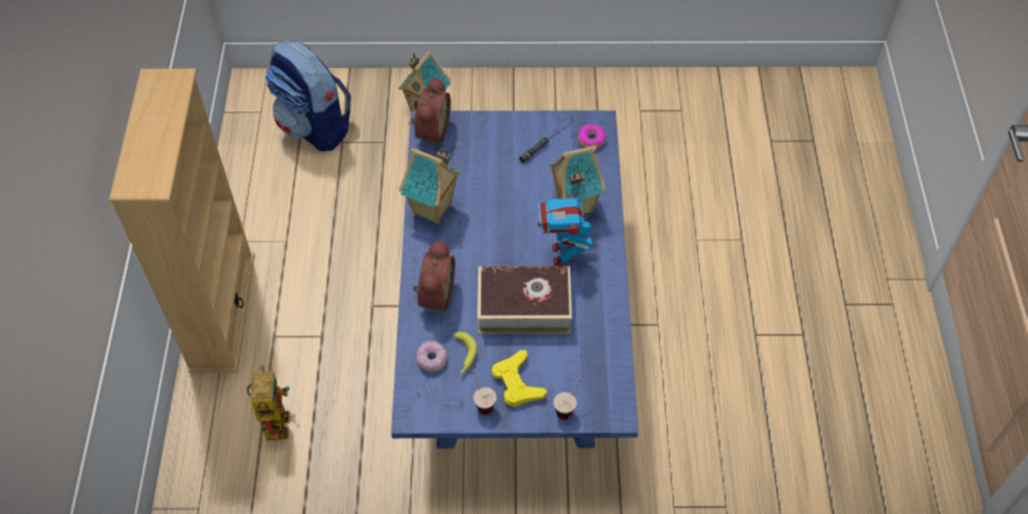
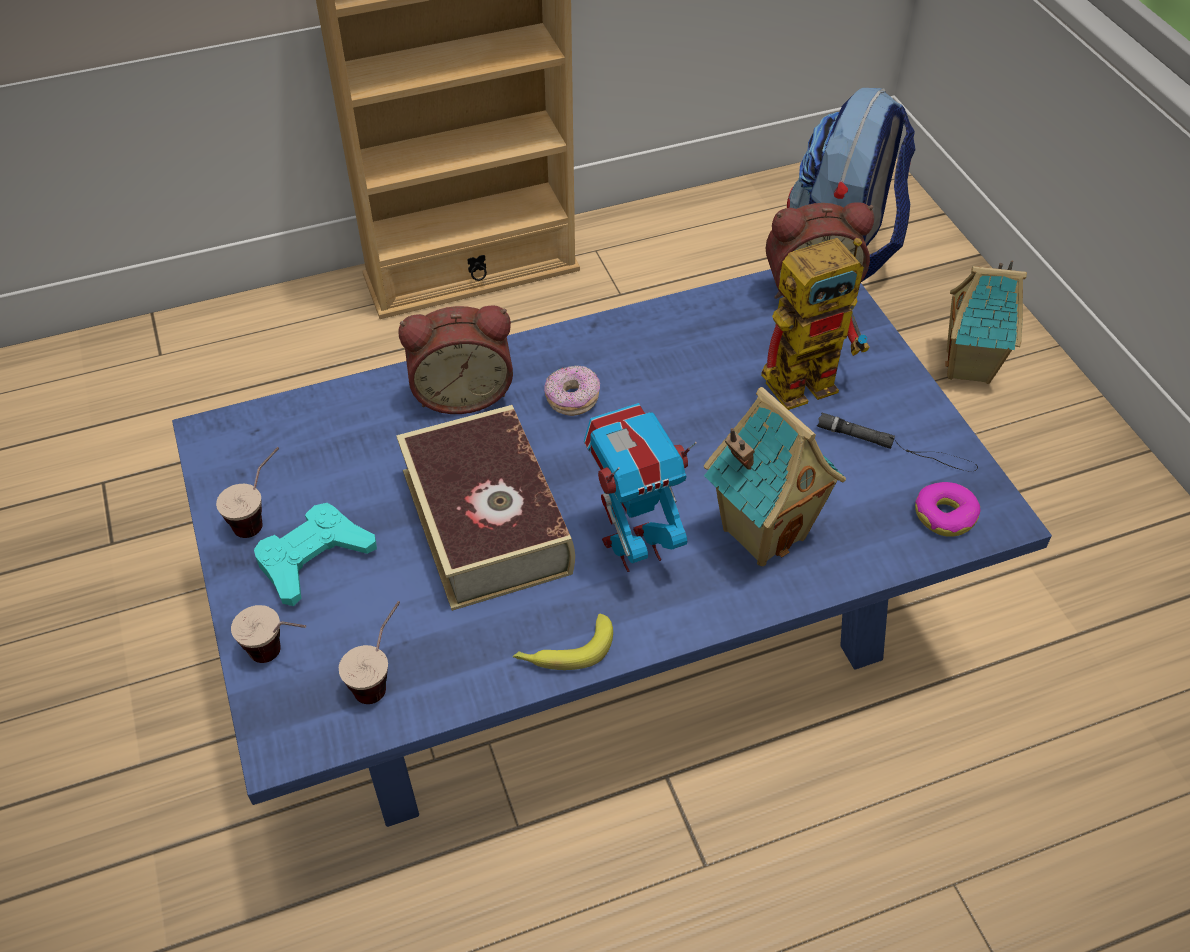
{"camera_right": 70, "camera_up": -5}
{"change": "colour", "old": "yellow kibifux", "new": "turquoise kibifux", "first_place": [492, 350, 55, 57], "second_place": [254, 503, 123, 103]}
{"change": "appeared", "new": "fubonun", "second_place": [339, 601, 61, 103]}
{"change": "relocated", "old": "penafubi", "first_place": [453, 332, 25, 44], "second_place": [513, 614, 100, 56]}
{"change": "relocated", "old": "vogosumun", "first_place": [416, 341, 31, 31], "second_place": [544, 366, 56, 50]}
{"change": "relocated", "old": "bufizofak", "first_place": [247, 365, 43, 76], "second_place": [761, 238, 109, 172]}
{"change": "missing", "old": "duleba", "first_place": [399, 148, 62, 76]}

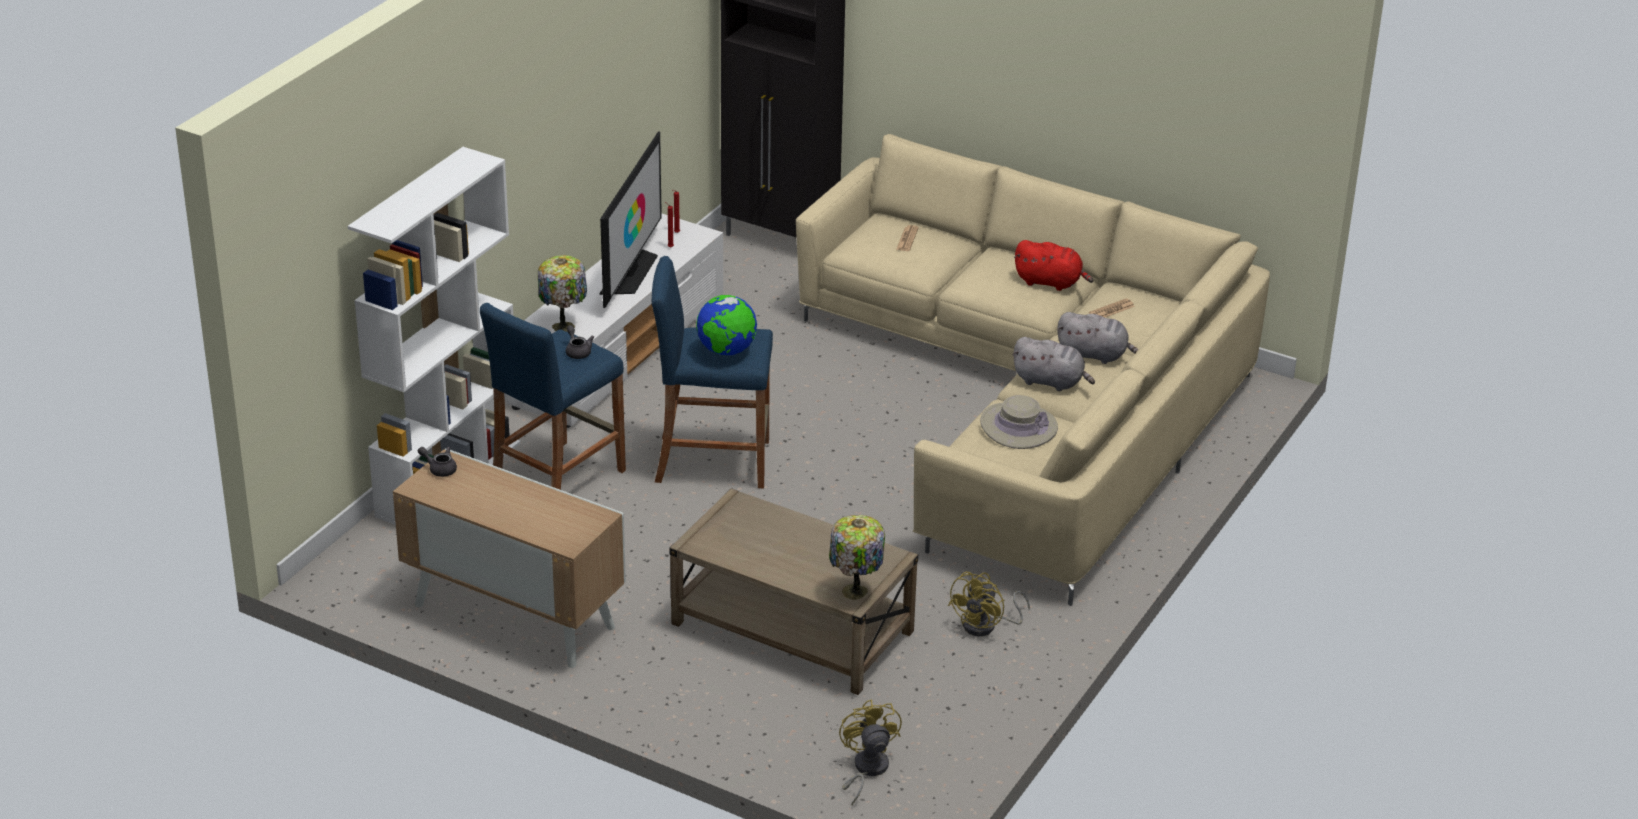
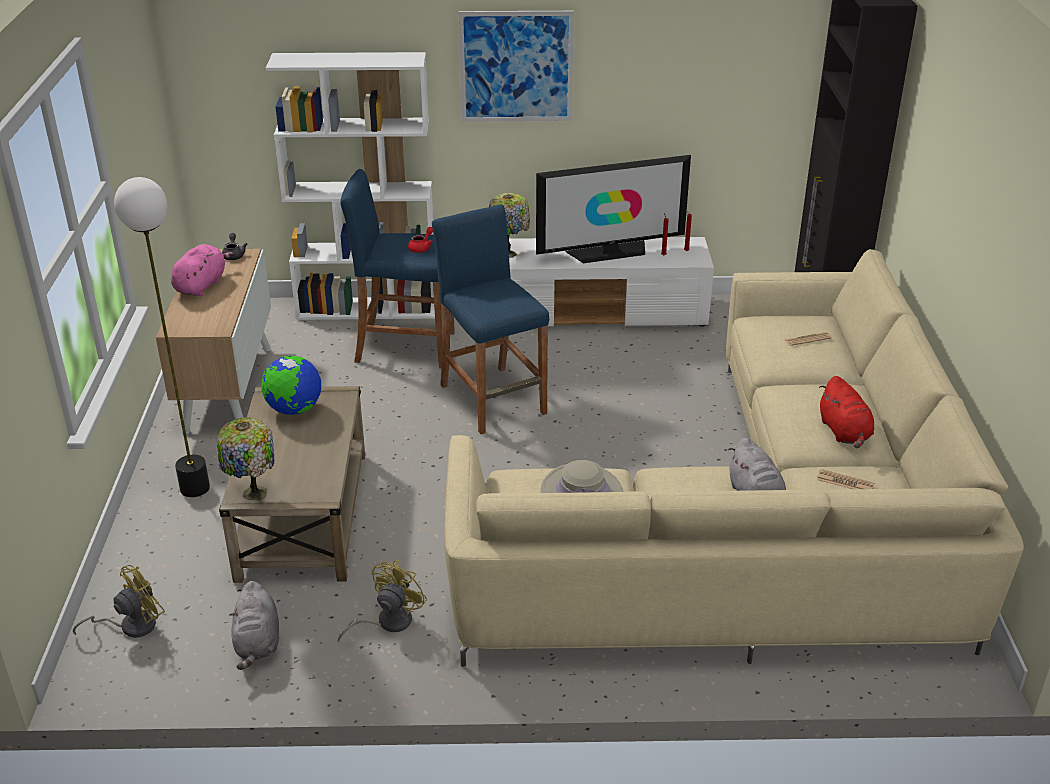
{"camera_right": 60, "camera_up": 0}
{"change": "appeared", "new": "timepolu", "second_place": [114, 177, 96, 320]}
{"change": "appeared", "new": "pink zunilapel", "second_place": [171, 244, 63, 52]}
{"change": "relocated", "old": "grey zunilapel", "first_place": [1012, 337, 83, 54], "second_place": [229, 581, 50, 89]}
{"change": "relocated", "old": "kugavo", "first_place": [696, 295, 61, 60], "second_place": [261, 356, 60, 59]}
{"change": "spun", "old": "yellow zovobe", "first_place": [948, 572, 82, 64], "second_place": [338, 560, 89, 82], "degrees": 120}
{"change": "colour", "old": "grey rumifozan", "new": "red rumifozan", "first_place": [566, 325, 28, 34], "second_place": [408, 227, 25, 26]}
{"change": "appeared", "new": "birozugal", "second_place": [459, 11, 115, 111]}

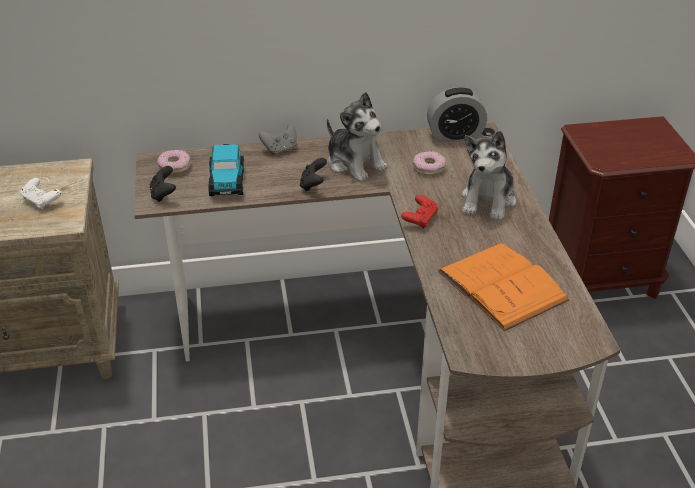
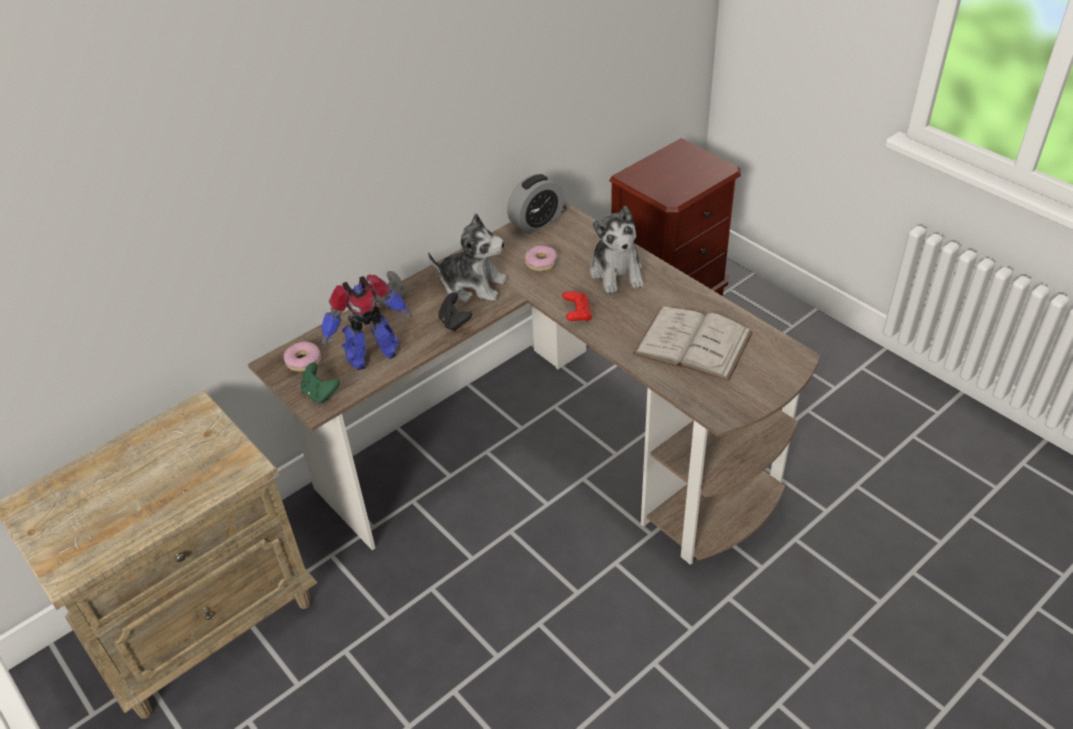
{"camera_right": -30, "camera_up": 5}
{"change": "colour", "old": "black kibifux", "new": "green kibifux", "first_place": [150, 166, 26, 36], "second_place": [301, 362, 39, 42]}
{"change": "exchanged", "old": "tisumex", "new": "bufizofak", "first_place": [208, 144, 36, 52], "second_place": [321, 274, 91, 96]}
{"change": "colour", "old": "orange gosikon", "new": "white gosikon", "first_place": [438, 243, 131, 88], "second_place": [633, 306, 120, 75]}
{"change": "missing", "old": "white kibifux", "first_place": [20, 178, 41, 32]}

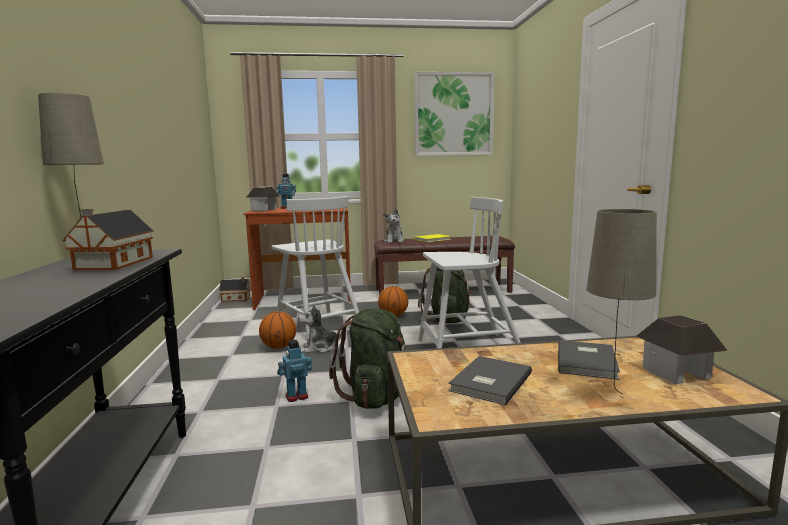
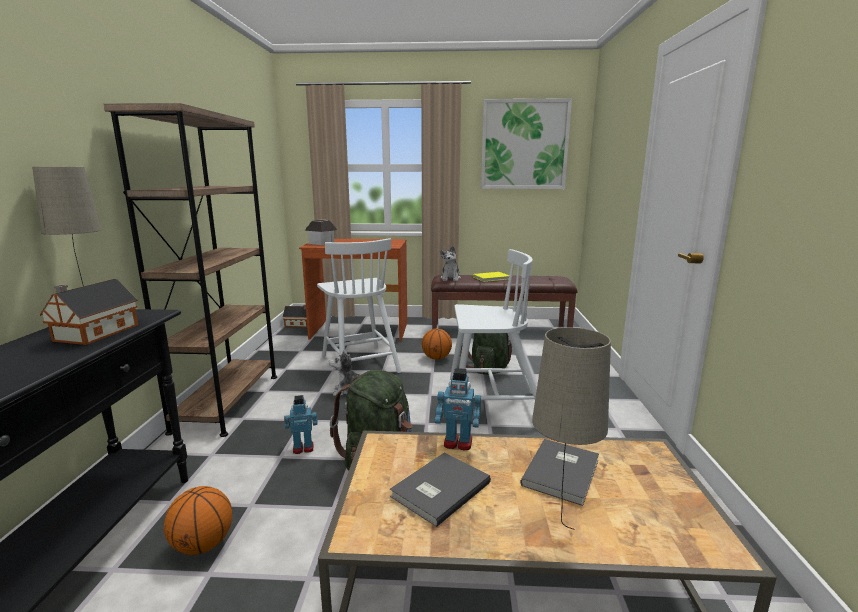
{"camera_right": 10, "camera_up": 5}
{"change": "appeared", "new": "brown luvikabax", "second_place": [104, 103, 173, 334]}
{"change": "relocated", "old": "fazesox", "first_place": [259, 311, 37, 38], "second_place": [164, 486, 68, 69]}
{"change": "relocated", "old": "bufizofak", "first_place": [276, 174, 20, 35], "second_place": [435, 368, 46, 82]}
{"change": "missing", "old": "duleba", "first_place": [636, 315, 92, 69]}

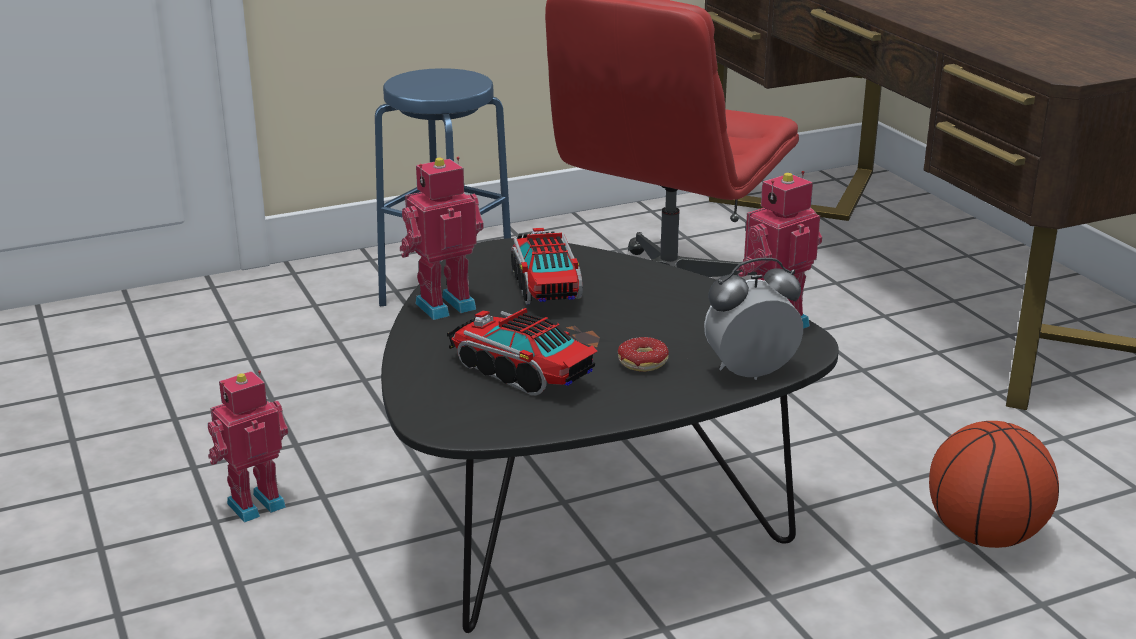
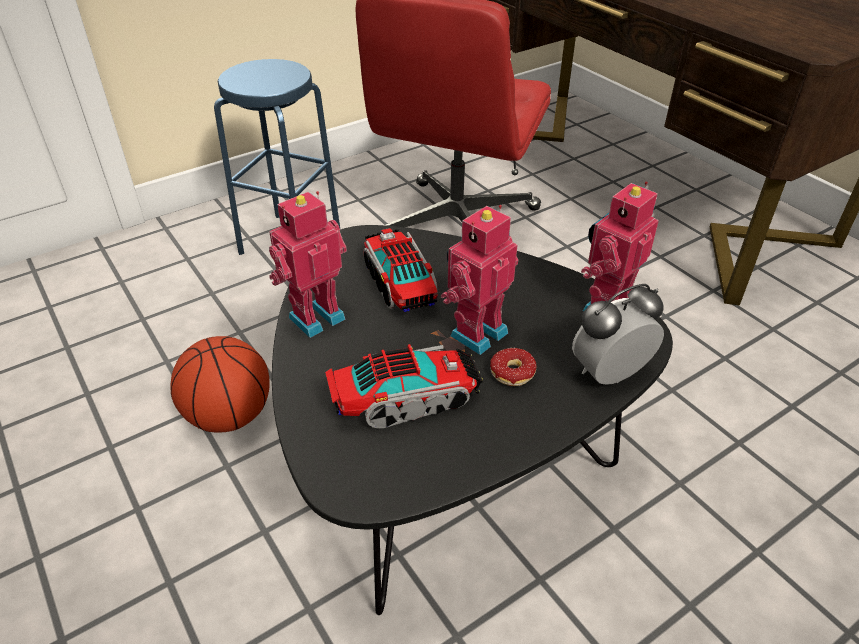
{"camera_right": -10, "camera_up": 15}
{"change": "relocated", "old": "fazesox", "first_place": [929, 421, 130, 127], "second_place": [171, 336, 99, 97]}
{"change": "spun", "old": "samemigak", "first_place": [447, 308, 150, 87], "second_place": [325, 344, 158, 84], "degrees": 135}
{"change": "relocated", "old": "bufizofak", "first_place": [208, 370, 80, 153], "second_place": [441, 205, 77, 150]}

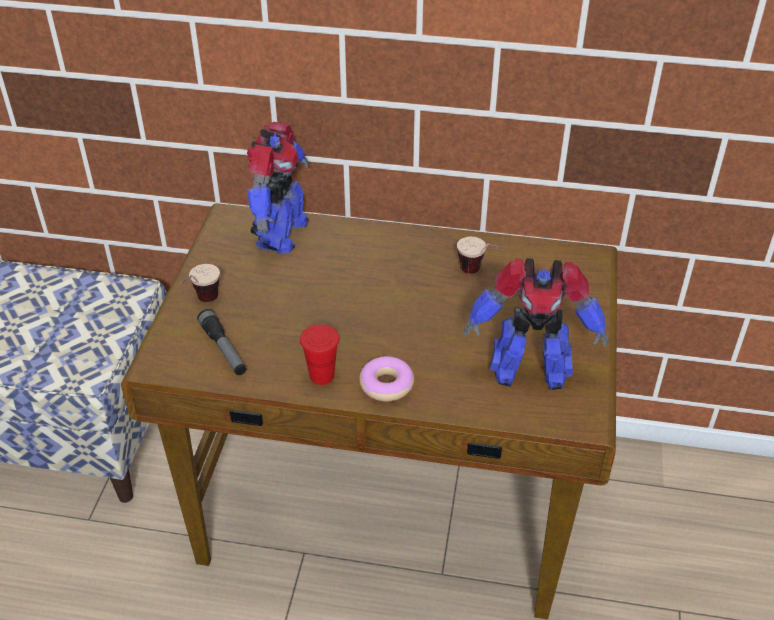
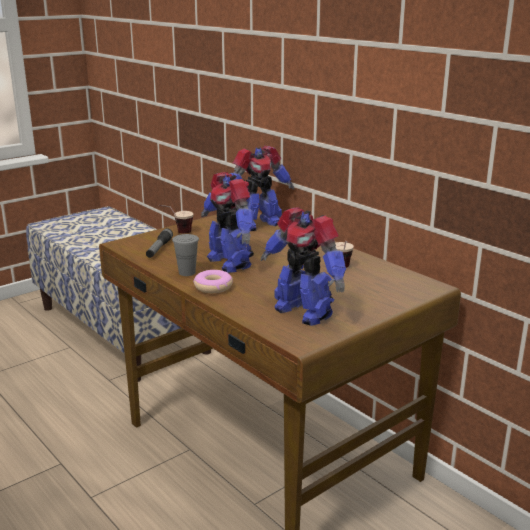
{"camera_right": 40, "camera_up": -20}
{"change": "colour", "old": "red fubonun", "new": "grey fubonun", "first_place": [300, 324, 40, 61], "second_place": [172, 234, 27, 42]}
{"change": "appeared", "new": "bufizofak", "second_place": [201, 172, 53, 101]}

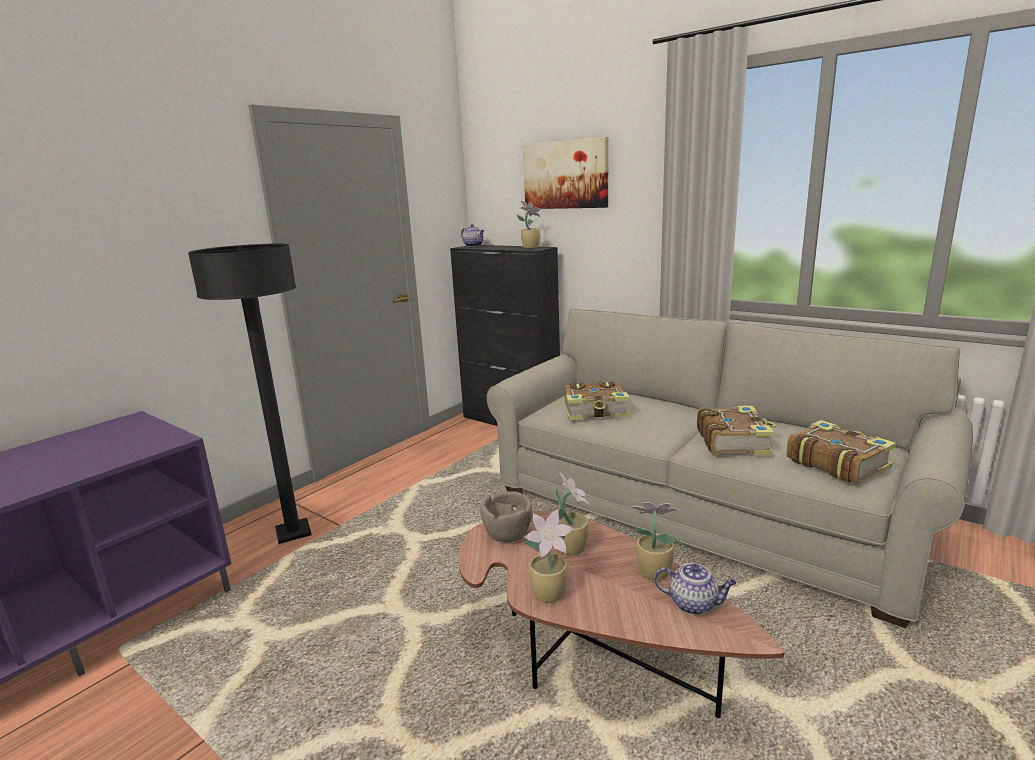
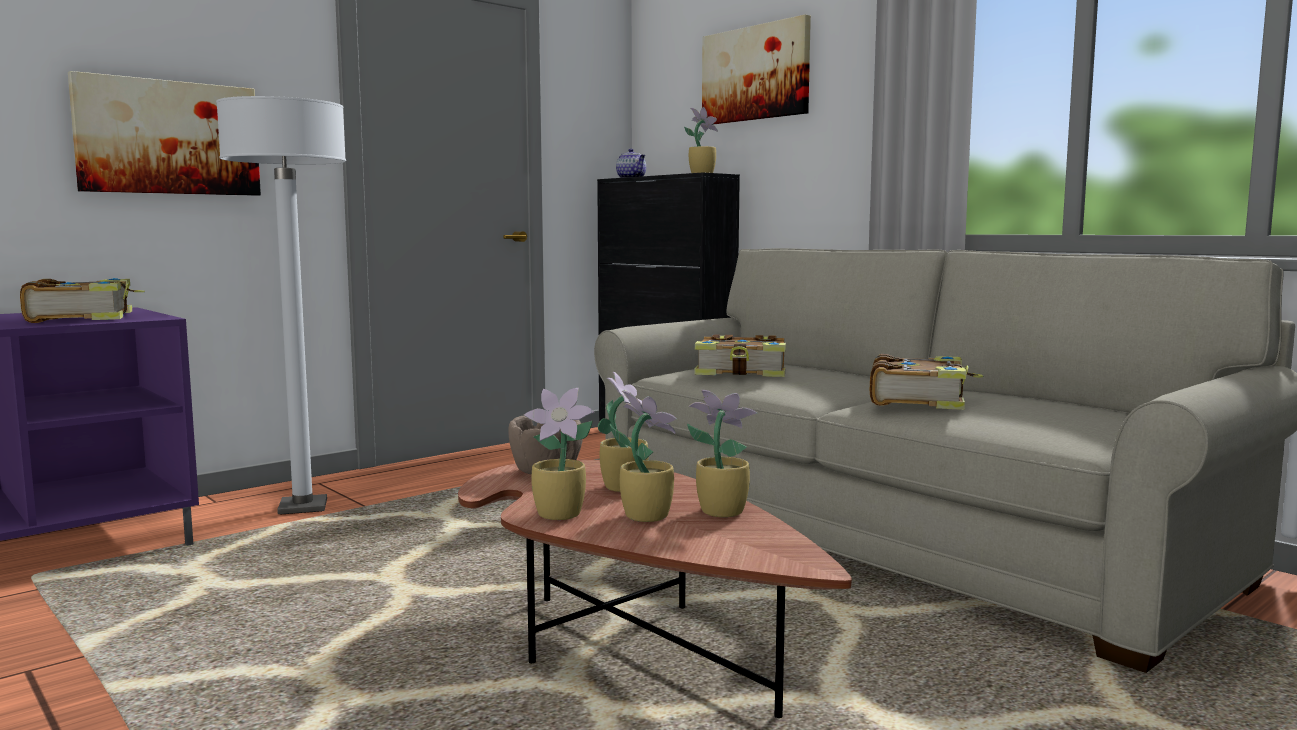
{"camera_right": 10, "camera_up": -10}
{"change": "relocated", "old": "gosikon", "first_place": [786, 420, 110, 63], "second_place": [20, 278, 125, 45]}
{"change": "appeared", "new": "birozugal", "second_place": [68, 71, 193, 125]}
{"change": "colour", "old": "black timepolu", "new": "white timepolu", "first_place": [188, 243, 124, 301], "second_place": [216, 96, 130, 418]}
{"change": "appeared", "new": "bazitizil", "second_place": [610, 391, 67, 131]}
{"change": "missing", "old": "rumifozan", "first_place": [654, 563, 83, 52]}

